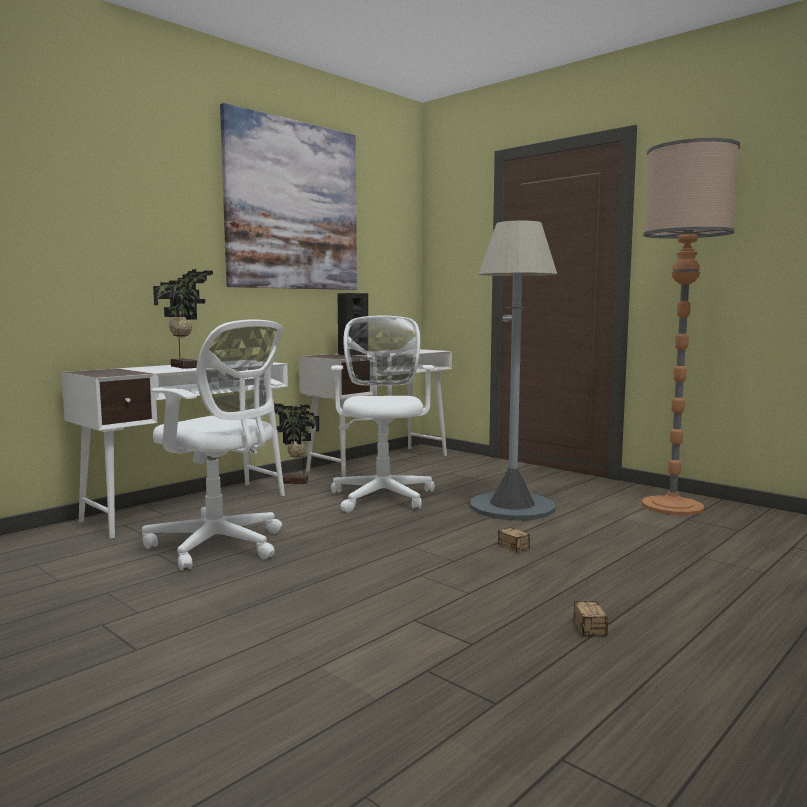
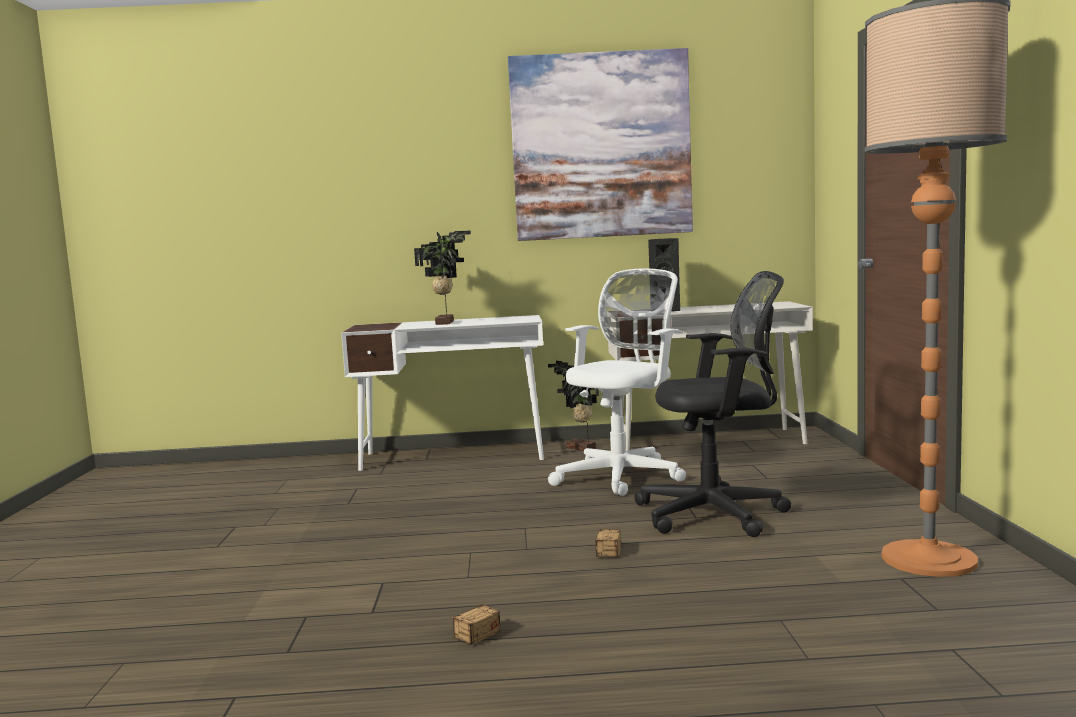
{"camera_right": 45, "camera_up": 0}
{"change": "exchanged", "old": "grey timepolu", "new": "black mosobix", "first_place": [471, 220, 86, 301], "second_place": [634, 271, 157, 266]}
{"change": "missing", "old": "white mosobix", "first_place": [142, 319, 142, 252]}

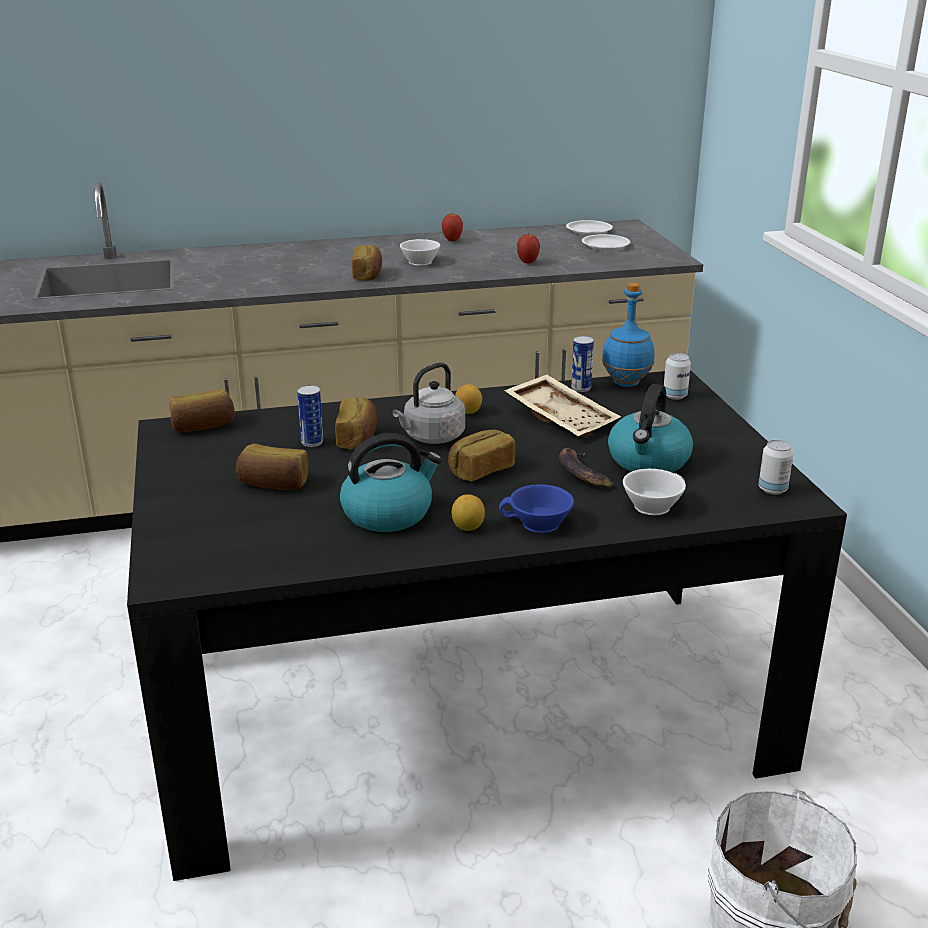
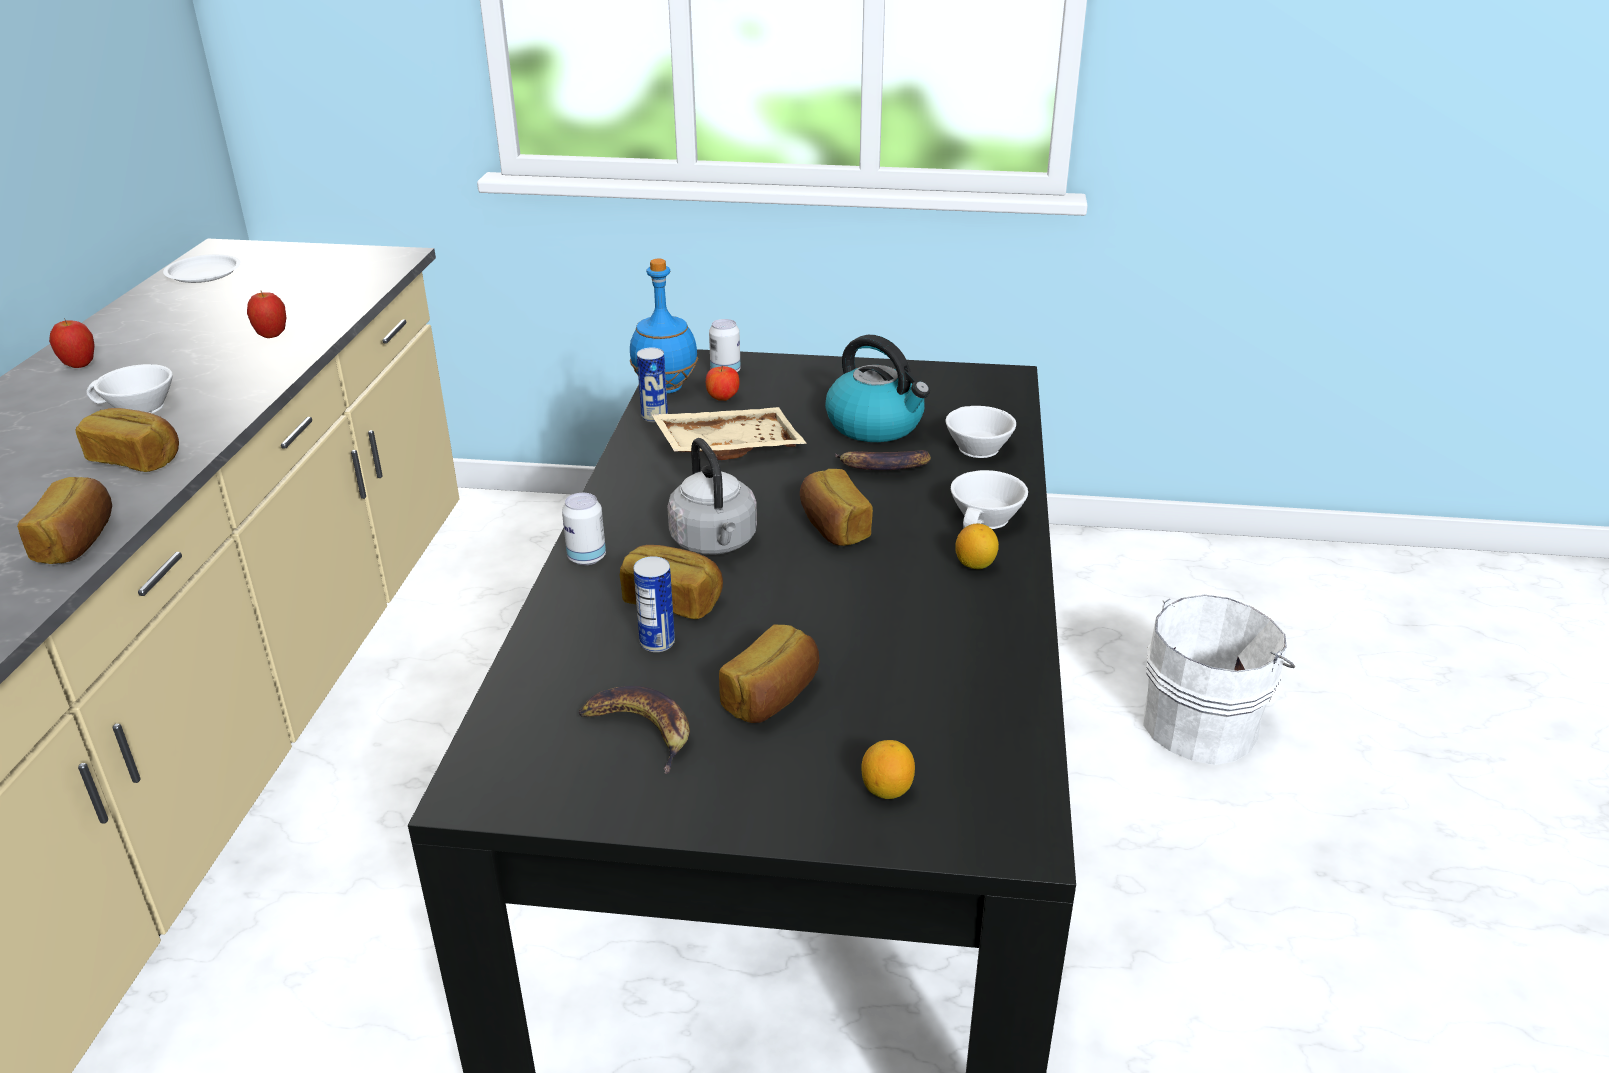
{"camera_right": -70, "camera_up": 5}
{"change": "relocated", "old": "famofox", "first_place": [169, 389, 66, 43], "second_place": [17, 477, 95, 87]}
{"change": "relocated", "old": "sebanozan", "first_place": [758, 440, 36, 55], "second_place": [562, 493, 44, 72]}
{"change": "appeared", "new": "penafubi", "second_place": [578, 686, 112, 88]}
{"change": "appeared", "new": "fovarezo", "second_place": [706, 366, 33, 35]}
{"change": "relocated", "old": "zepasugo", "first_place": [455, 384, 27, 30], "second_place": [861, 740, 54, 59]}
{"change": "colour", "old": "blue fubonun", "new": "white fubonun", "first_place": [499, 484, 75, 49], "second_place": [951, 470, 77, 59]}
{"change": "missing", "old": "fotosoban", "first_place": [340, 433, 102, 99]}
{"change": "missing", "old": "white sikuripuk", "first_place": [582, 234, 48, 16]}

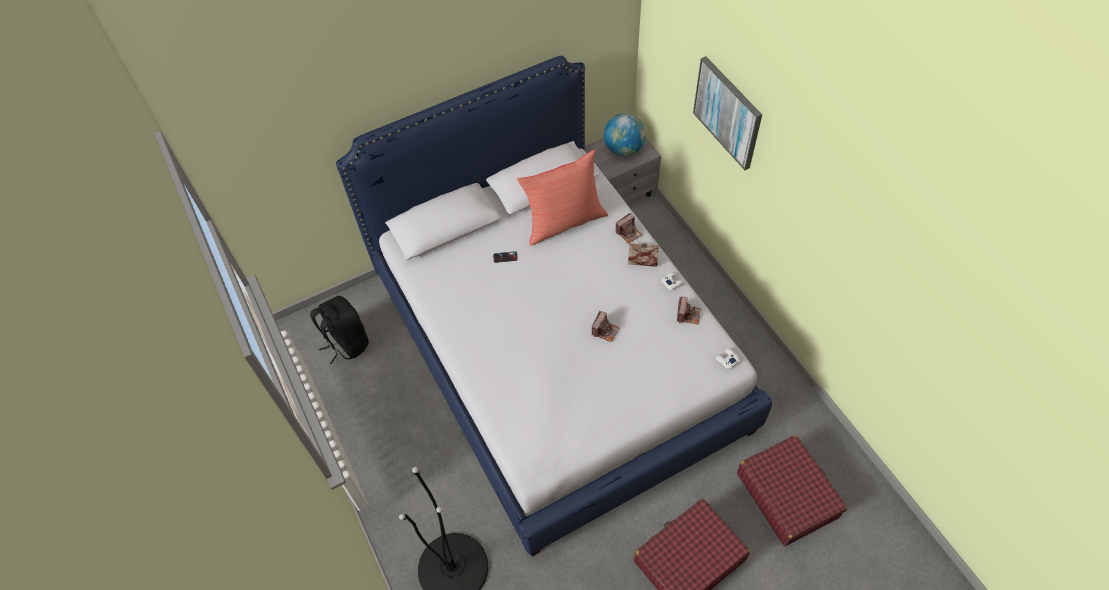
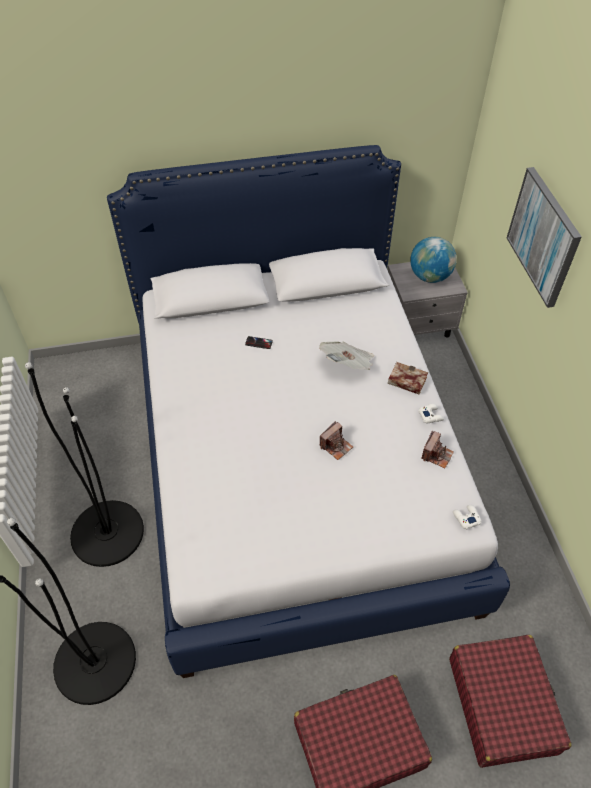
{"camera_right": 15, "camera_up": -5}
{"change": "appeared", "new": "black timepolu", "second_place": [25, 362, 119, 205]}
{"change": "appeared", "new": "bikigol", "second_place": [319, 341, 55, 29]}
{"change": "missing", "old": "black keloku", "first_place": [310, 296, 59, 68]}
{"change": "missing", "old": "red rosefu", "first_place": [517, 149, 91, 97]}
{"change": "missing", "old": "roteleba", "first_place": [616, 213, 26, 31]}

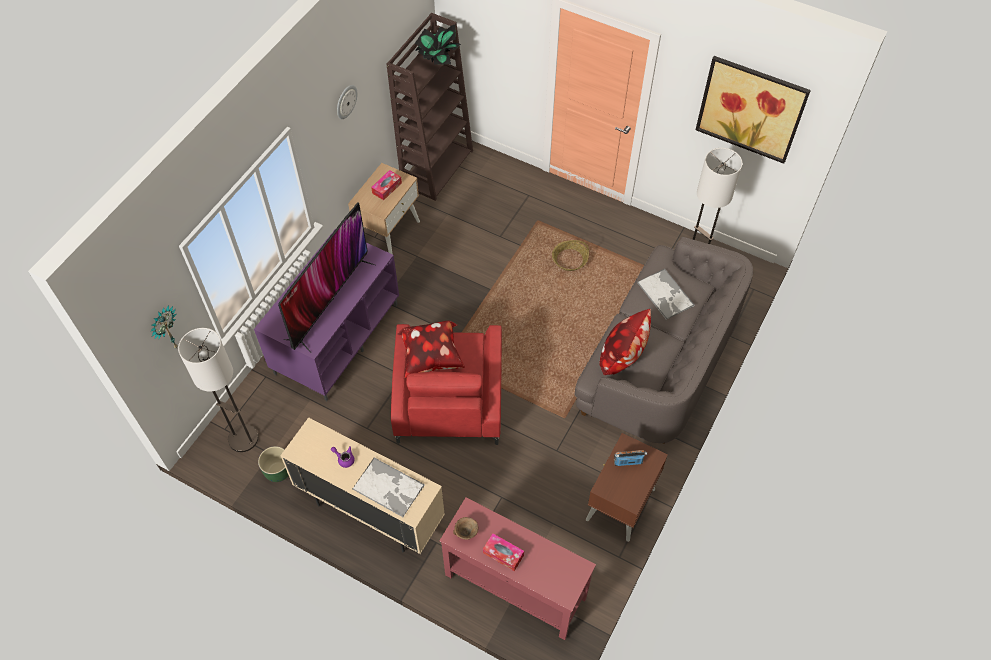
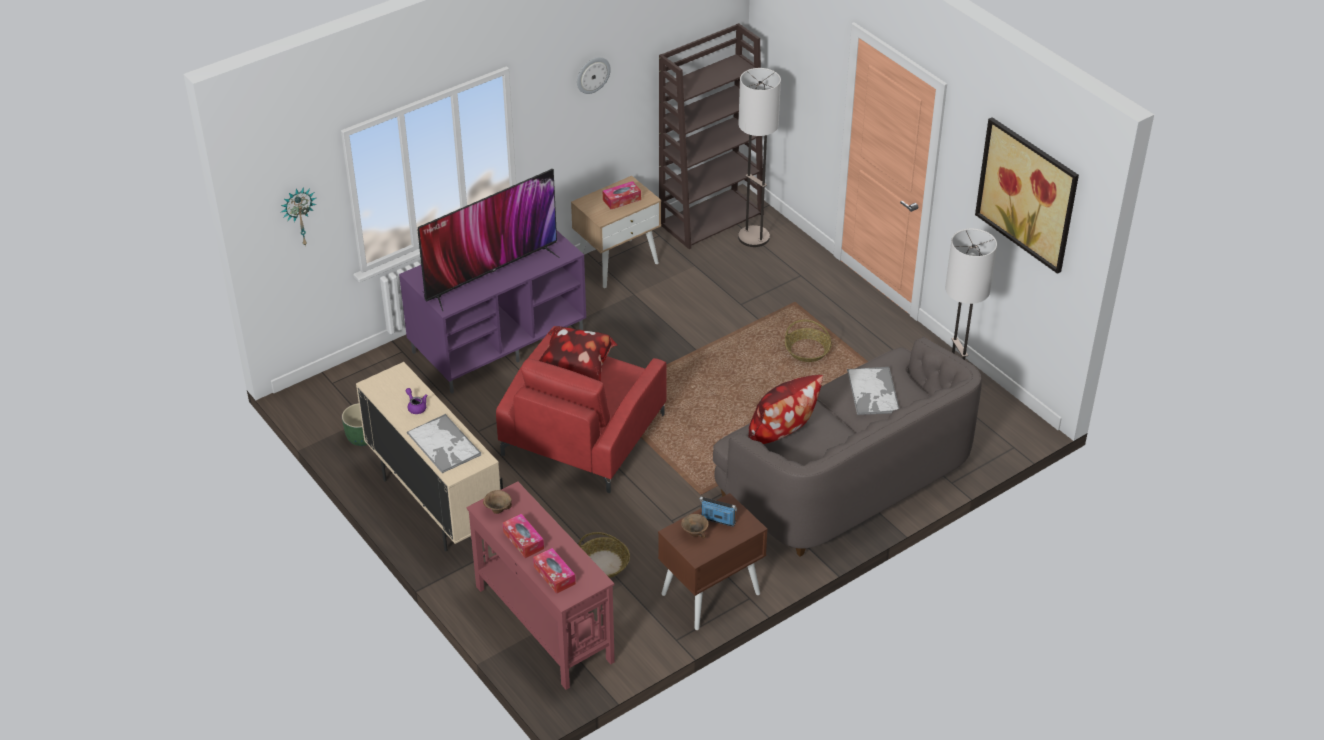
{"camera_right": 25, "camera_up": -15}
{"change": "appeared", "new": "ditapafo", "second_place": [533, 548, 43, 46]}
{"change": "appeared", "new": "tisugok", "second_place": [578, 532, 52, 46]}
{"change": "appeared", "new": "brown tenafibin", "second_place": [681, 514, 28, 25]}
{"change": "relocated", "old": "timepolu", "first_place": [178, 328, 80, 124], "second_place": [738, 68, 43, 179]}
{"change": "missing", "old": "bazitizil", "first_place": [415, 25, 46, 40]}

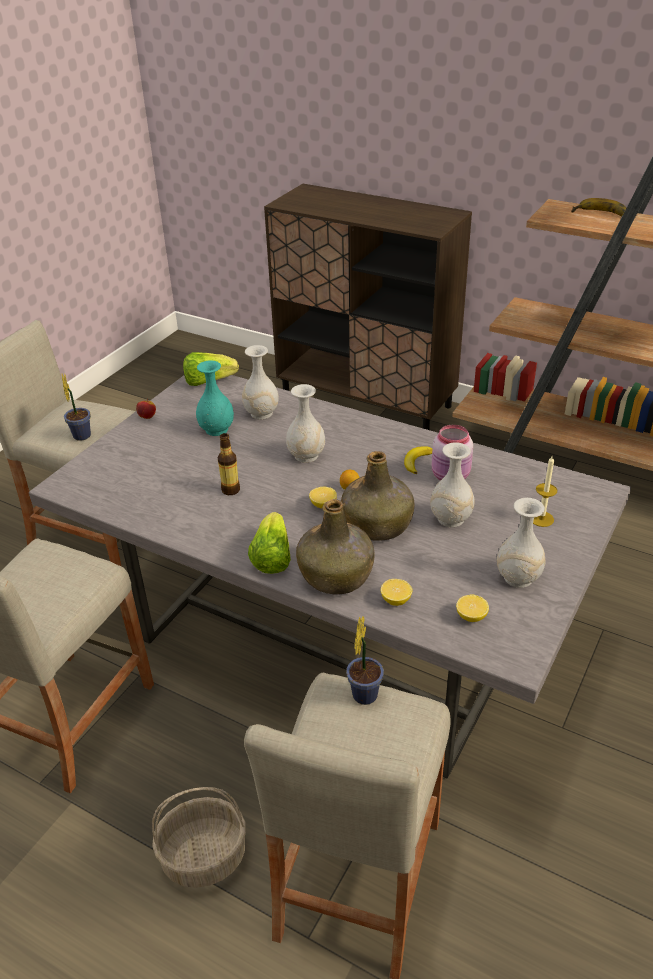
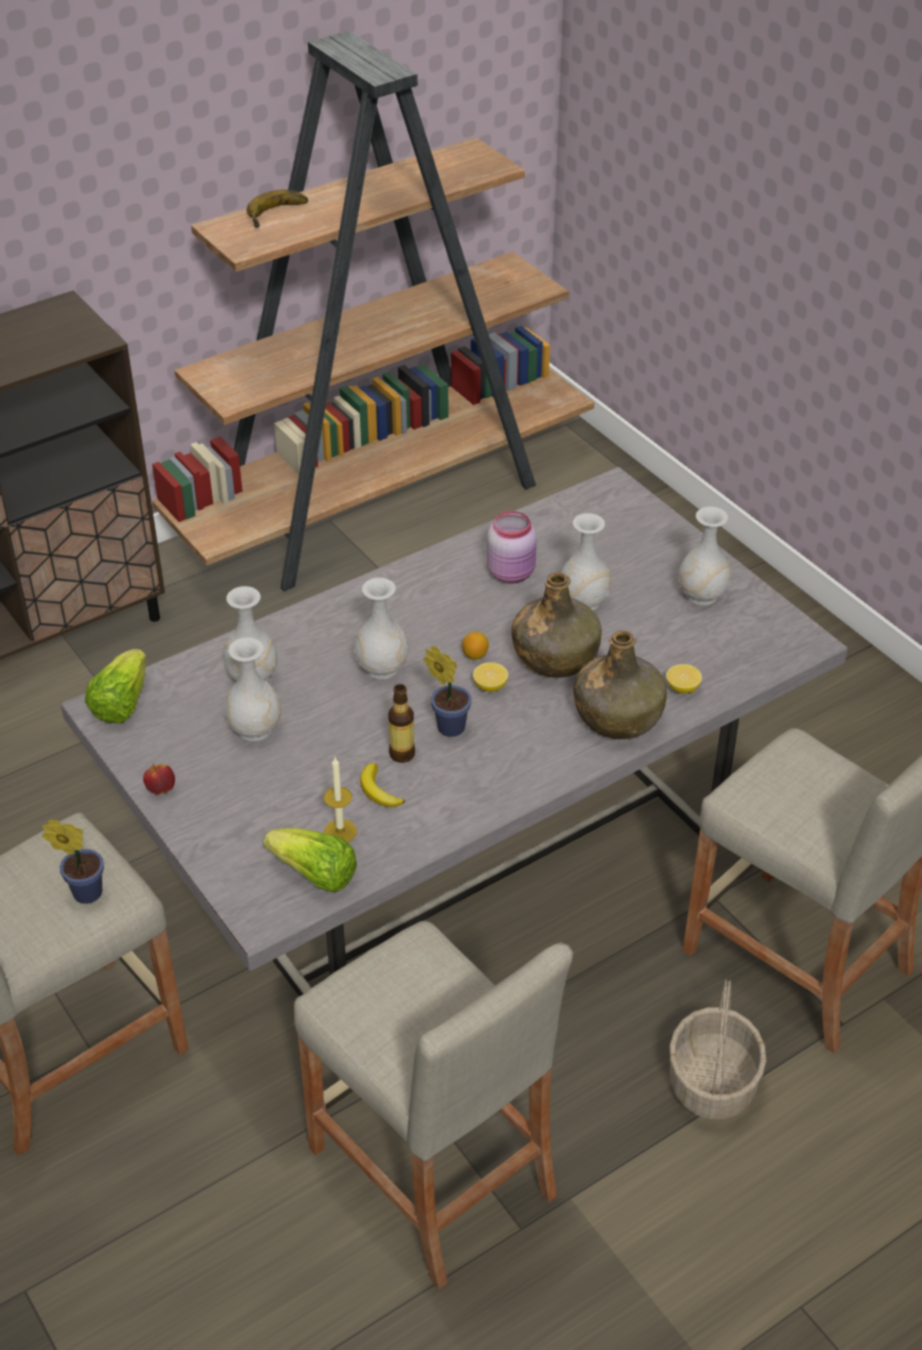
{"camera_right": -65, "camera_up": 5}
{"change": "colour", "old": "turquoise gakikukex", "new": "white gakikukex", "first_place": [196, 360, 38, 76], "second_place": [224, 637, 57, 104]}
{"change": "relocated", "old": "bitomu", "first_place": [248, 512, 43, 62], "second_place": [263, 828, 94, 65]}
{"change": "relocated", "old": "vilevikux", "first_place": [533, 455, 24, 72], "second_place": [324, 757, 33, 86]}
{"change": "relocated", "old": "penafubi", "first_place": [404, 446, 28, 28], "second_place": [360, 763, 45, 44]}
{"change": "relocated", "old": "bazitizil", "first_place": [346, 616, 38, 89], "second_place": [423, 646, 49, 91]}
{"change": "missing", "old": "zepasugo", "first_place": [456, 595, 33, 27]}

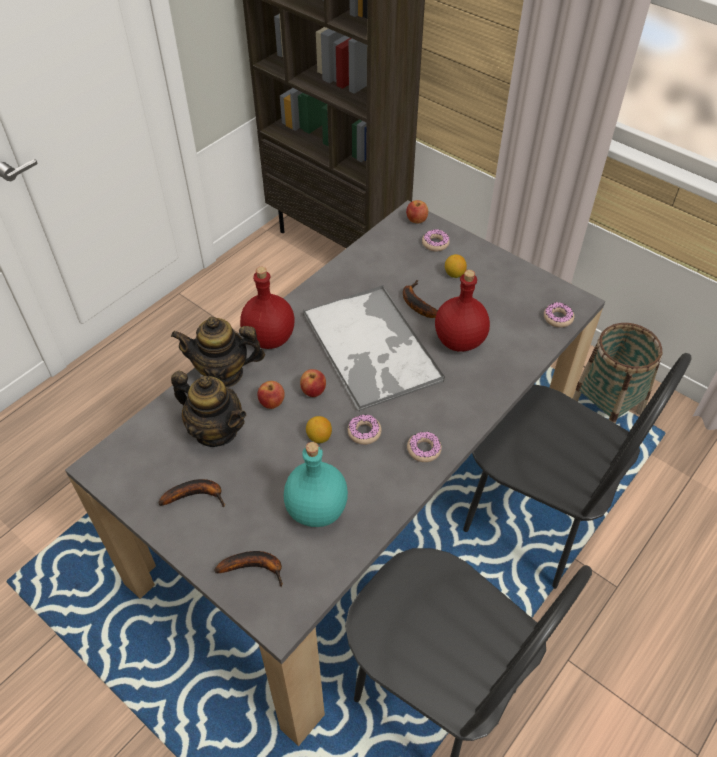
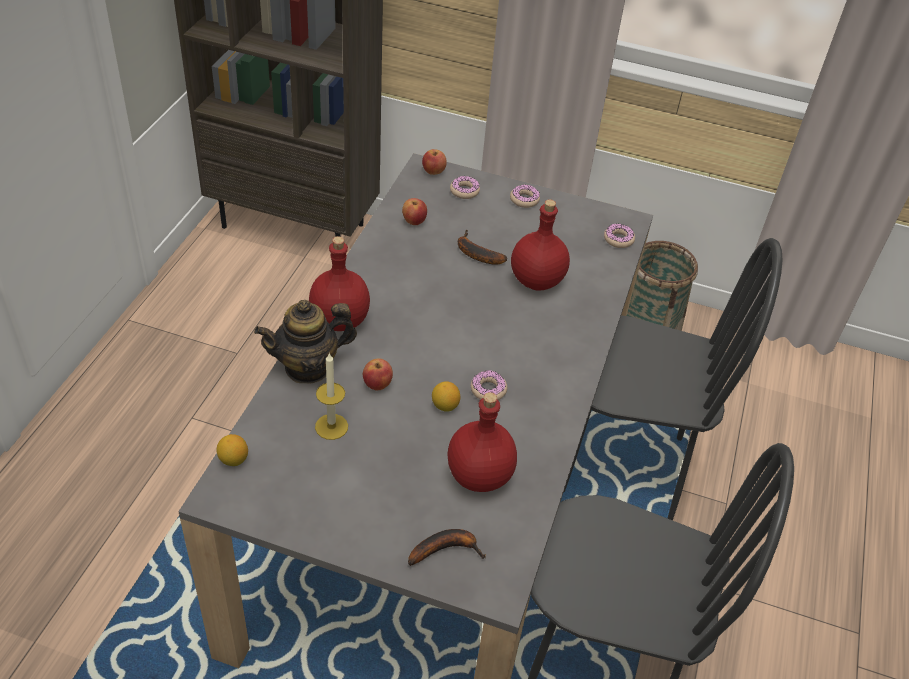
{"camera_right": -25, "camera_up": -5}
{"change": "relocated", "old": "zepasugo", "first_place": [445, 254, 22, 24], "second_place": [216, 434, 32, 32]}
{"change": "exchanged", "old": "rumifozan", "new": "vilevikux", "first_place": [171, 371, 75, 76], "second_place": [315, 353, 33, 87]}
{"change": "relocated", "old": "fovarezo", "first_place": [300, 369, 26, 28], "second_place": [402, 198, 25, 27]}
{"change": "colour", "old": "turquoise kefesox", "new": "red kefesox", "first_place": [284, 442, 64, 85], "second_place": [448, 392, 69, 100]}
{"change": "relocated", "old": "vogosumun", "first_place": [407, 432, 35, 30], "second_place": [510, 184, 30, 24]}
{"change": "missing", "old": "penafubi", "first_place": [158, 479, 67, 28]}
{"change": "missing", "old": "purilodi", "first_place": [303, 285, 142, 127]}

